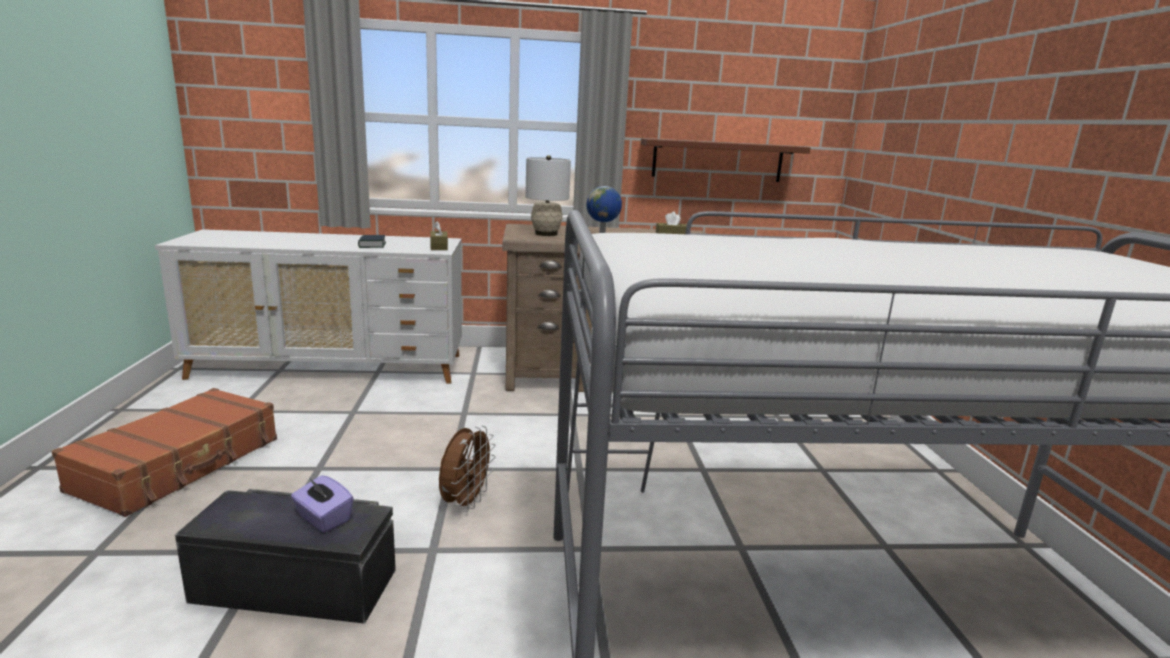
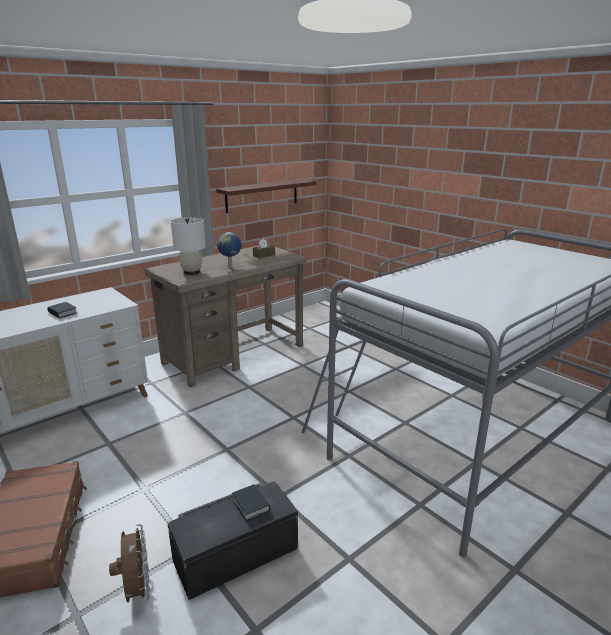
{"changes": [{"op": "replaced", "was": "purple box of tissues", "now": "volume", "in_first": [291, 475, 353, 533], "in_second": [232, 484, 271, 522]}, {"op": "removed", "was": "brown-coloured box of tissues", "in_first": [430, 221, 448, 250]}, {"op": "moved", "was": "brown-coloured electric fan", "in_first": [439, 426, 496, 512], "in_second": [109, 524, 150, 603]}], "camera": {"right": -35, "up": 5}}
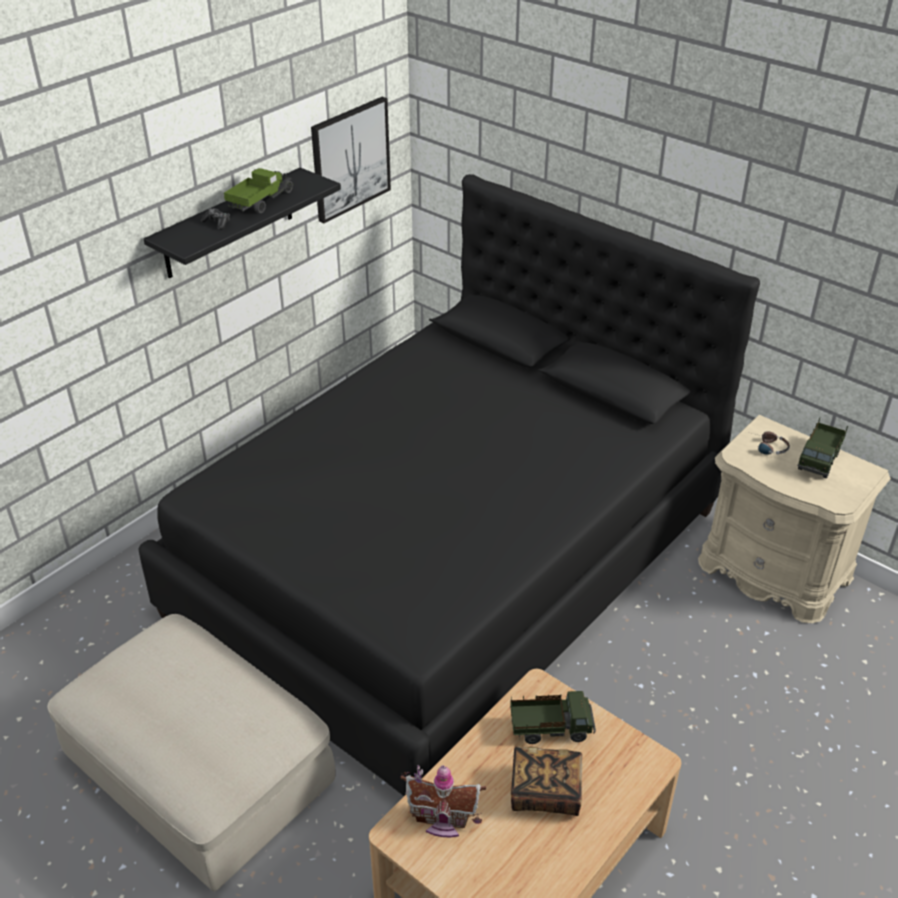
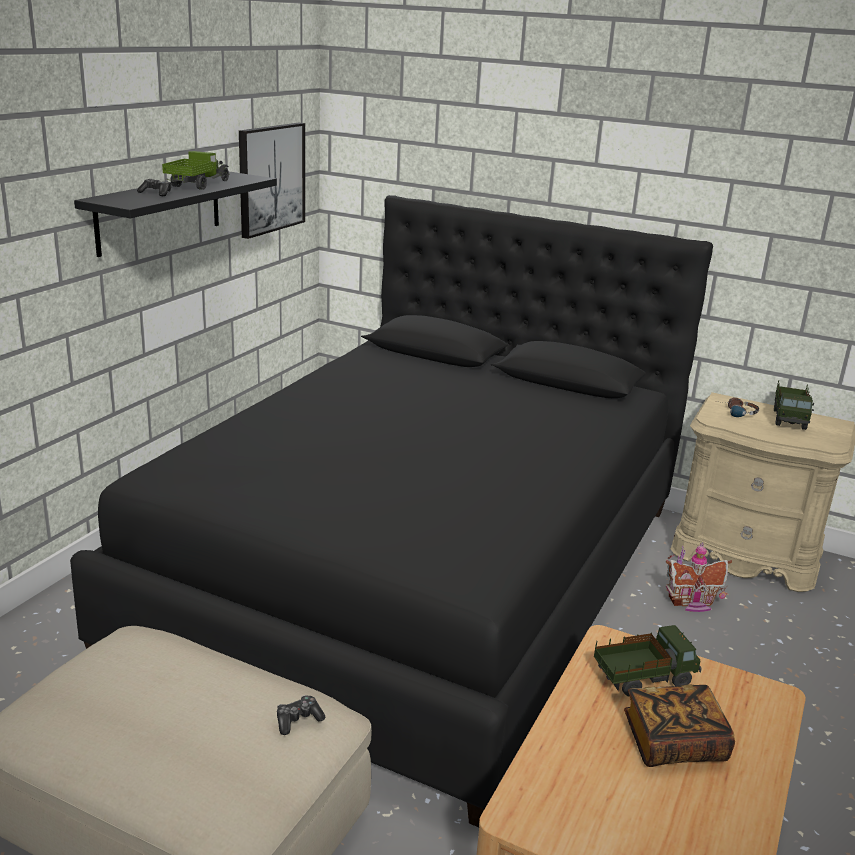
{"changes": [{"op": "moved", "was": "toy house", "in_first": [400, 765, 486, 837], "in_second": [666, 542, 732, 612]}, {"op": "added", "now": "game controller", "in_second": [277, 695, 325, 735]}], "camera": {"right": -15, "up": -15}}
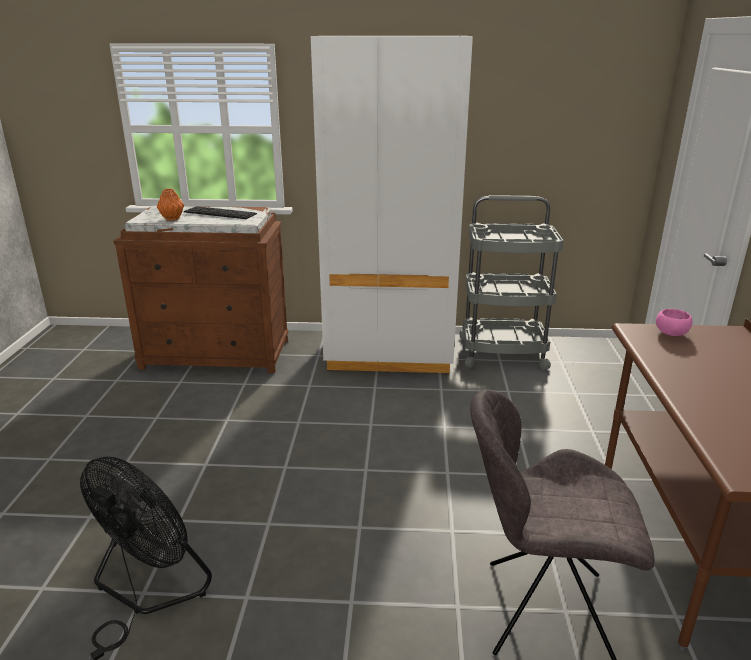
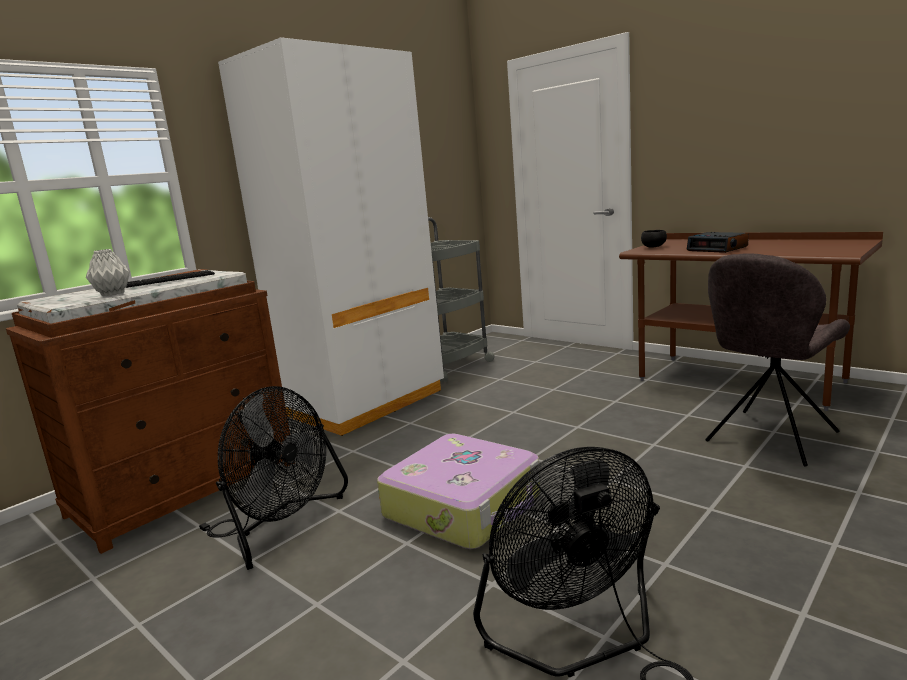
{"changes": [{"op": "recoloured", "was": "orange vase", "now": "grey vase", "in_first": [157, 189, 184, 221], "in_second": [86, 249, 130, 296]}, {"op": "recoloured", "was": "pink serving bowl", "now": "blackish serving bowl", "in_first": [656, 309, 692, 336], "in_second": [641, 230, 667, 248]}, {"op": "added", "now": "blackish electric fan", "in_second": [199, 386, 348, 570]}, {"op": "added", "now": "suitcase", "in_second": [377, 434, 541, 549]}, {"op": "added", "now": "bedside clock", "in_second": [687, 232, 749, 253]}], "camera": {"right": -50, "up": -10}}
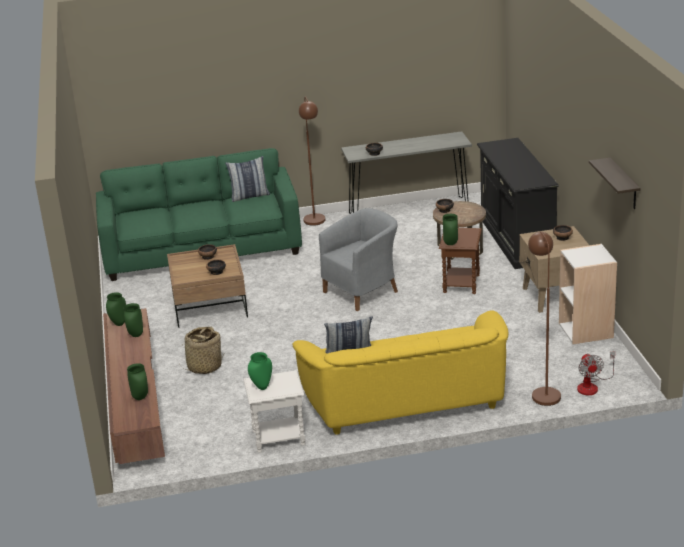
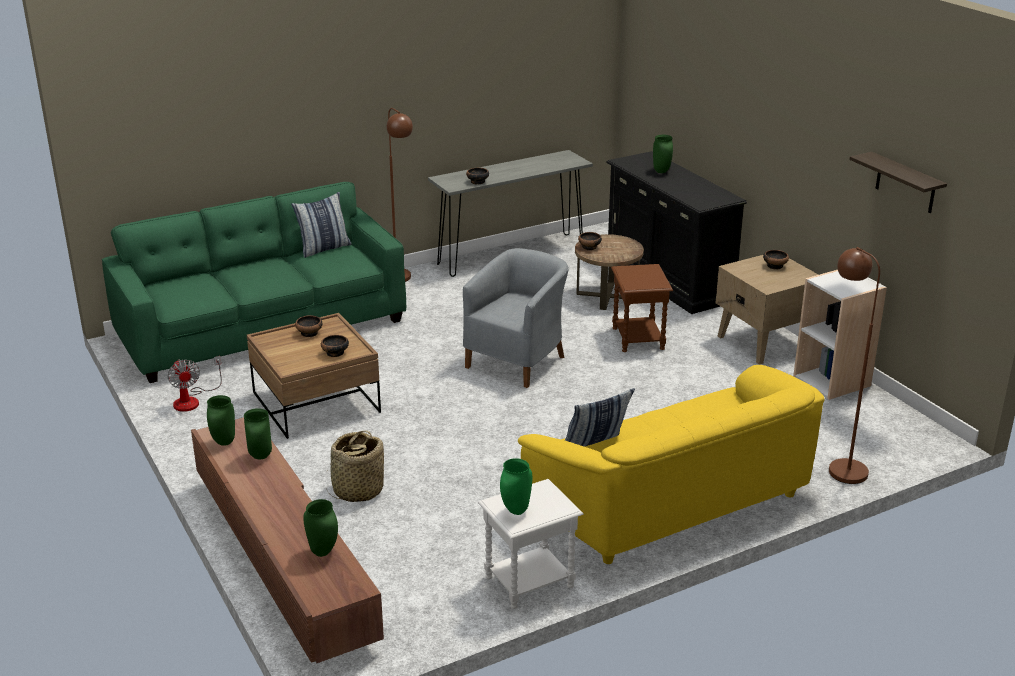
{"changes": [{"op": "moved", "was": "greenish vase", "in_first": [443, 214, 458, 245], "in_second": [653, 135, 673, 173]}, {"op": "moved", "was": "electric fan", "in_first": [577, 351, 615, 395], "in_second": [167, 356, 222, 412]}], "camera": {"right": -20, "up": 0}}
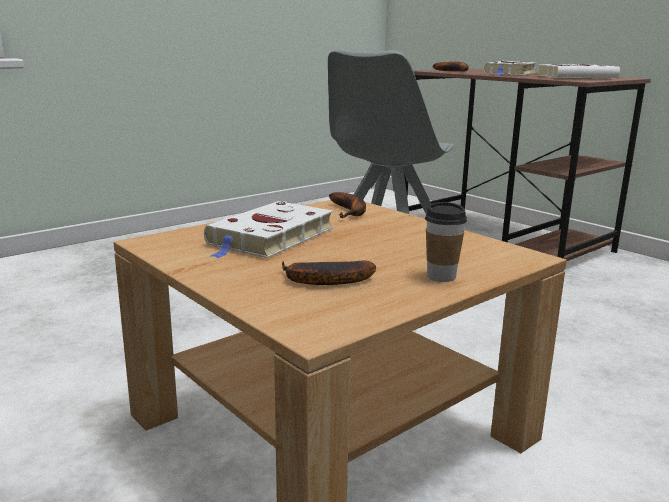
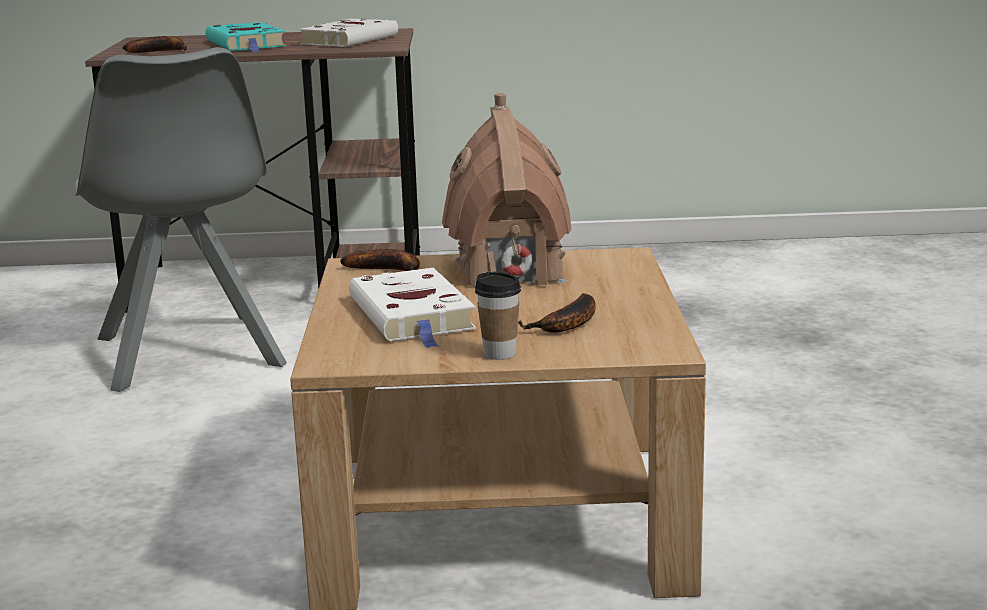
{"changes": [{"op": "moved", "was": "cup", "in_first": [425, 202, 467, 282], "in_second": [475, 272, 521, 360]}, {"op": "recoloured", "was": "white-coloured volume", "now": "turquoise-coloured volume", "in_first": [483, 61, 537, 75], "in_second": [206, 22, 286, 52]}, {"op": "added", "now": "toy house", "in_second": [442, 93, 572, 289]}], "camera": {"right": -50, "up": 0}}
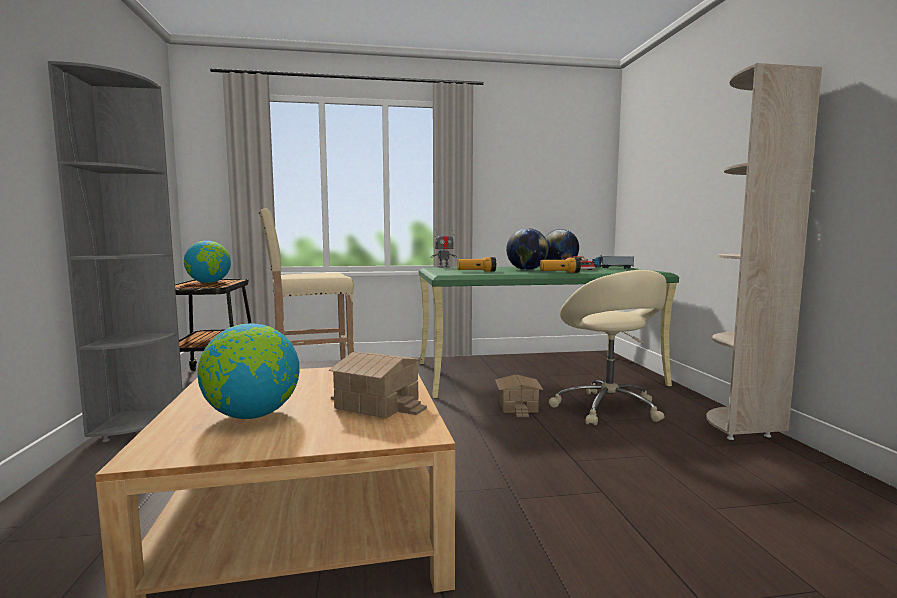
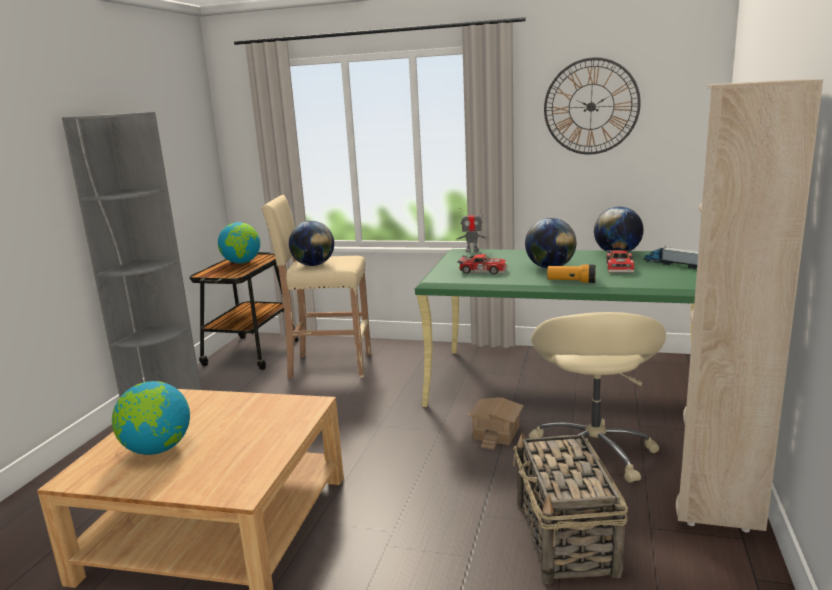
{"changes": [{"op": "removed", "was": "toy house", "in_first": [328, 352, 427, 418]}, {"op": "replaced", "was": "flashlight", "now": "miniature car", "in_first": [458, 257, 496, 272], "in_second": [457, 254, 508, 275]}, {"op": "added", "now": "desk globe", "in_second": [289, 221, 334, 266]}, {"op": "added", "now": "basket", "in_second": [513, 431, 628, 584]}, {"op": "added", "now": "clock on the wall", "in_second": [544, 58, 641, 154]}], "camera": {"right": 25, "up": 10}}
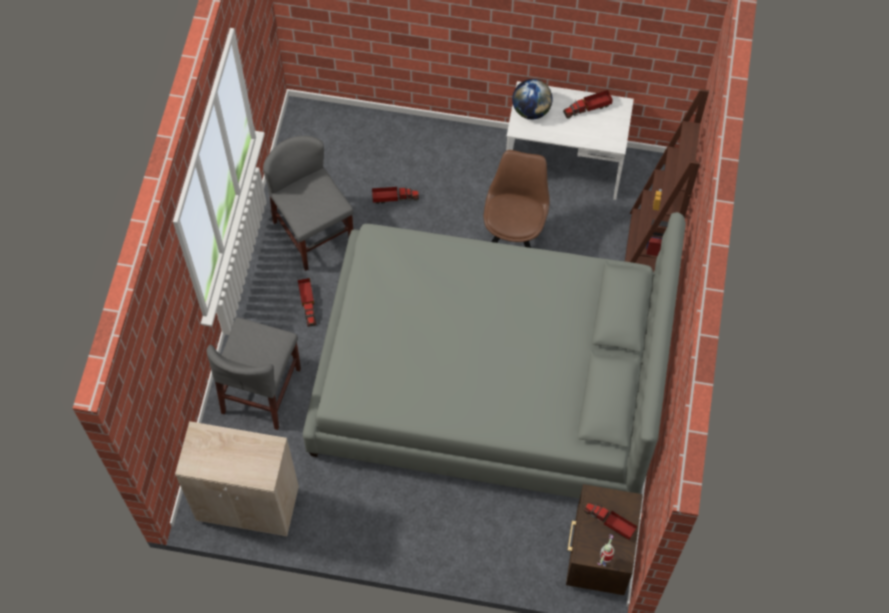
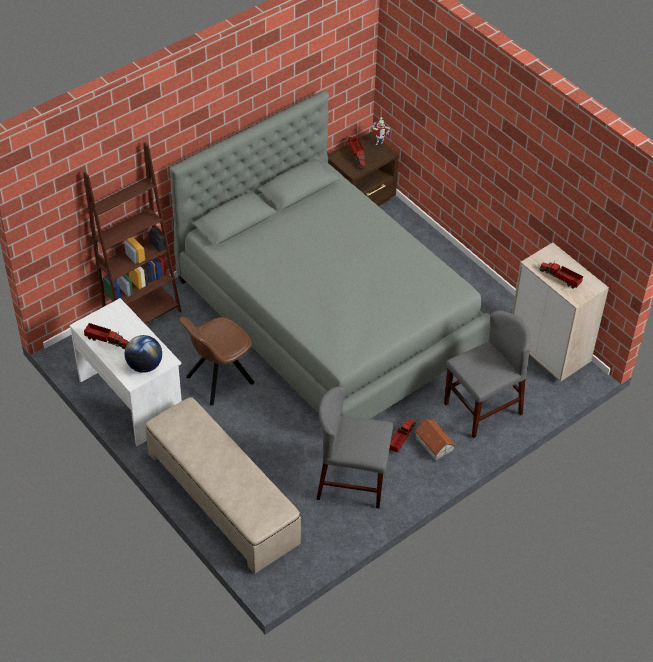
{"changes": [{"op": "turned", "was": "grey upright chair", "in_first": [263, 136, 353, 271], "in_second": [317, 386, 393, 508], "clockwise": 90}, {"op": "moved", "was": "model truck", "in_first": [372, 186, 419, 204], "in_second": [539, 263, 583, 289]}, {"op": "added", "now": "beige-coloured long seat", "in_second": [145, 397, 301, 574]}, {"op": "added", "now": "toy house", "in_second": [415, 418, 456, 462]}], "camera": {"right": -140, "up": -15}}
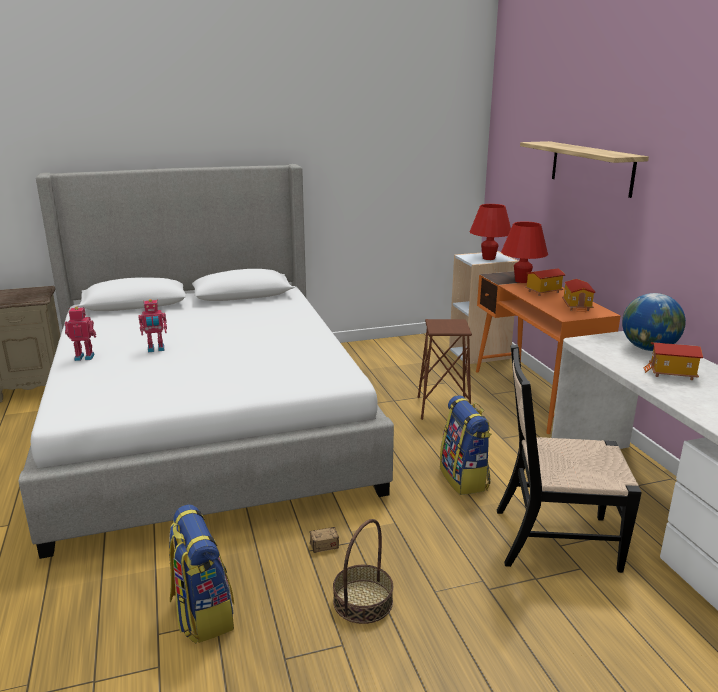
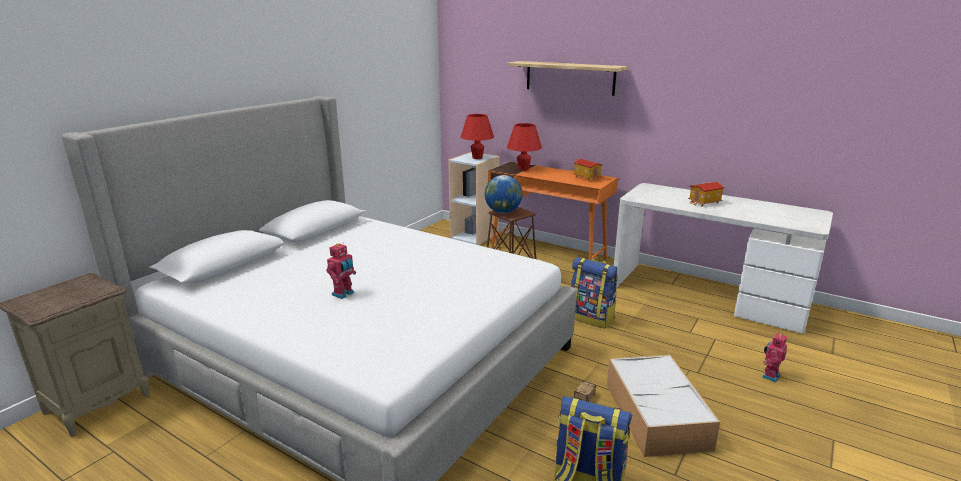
{"changes": [{"op": "moved", "was": "toy robot", "in_first": [65, 306, 96, 361], "in_second": [762, 333, 787, 382]}, {"op": "replaced", "was": "basket", "now": "storage container", "in_first": [333, 519, 393, 624], "in_second": [607, 355, 720, 457]}, {"op": "removed", "was": "upright chair", "in_first": [497, 345, 642, 573]}, {"op": "removed", "was": "toy house", "in_first": [525, 268, 566, 296]}, {"op": "moved", "was": "desk globe", "in_first": [622, 293, 686, 351], "in_second": [485, 175, 523, 213]}], "camera": {"right": -40, "up": 0}}
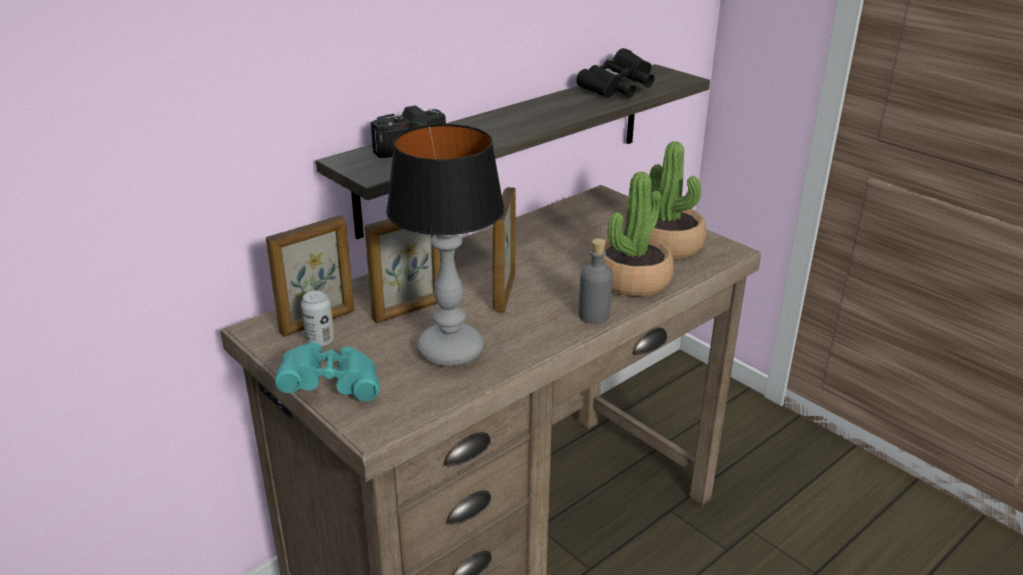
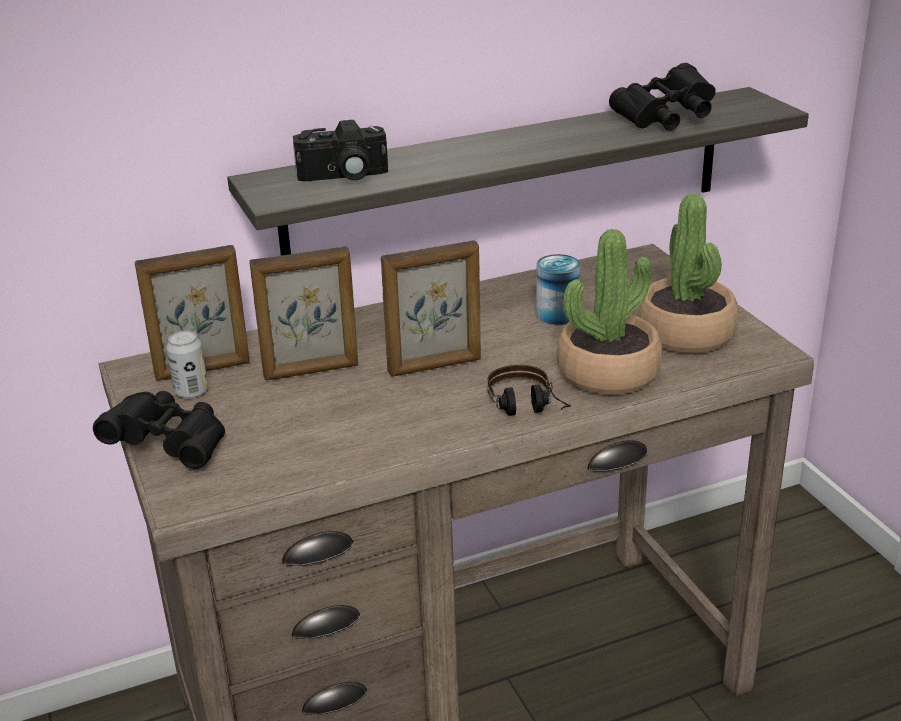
{"changes": [{"op": "recoloured", "was": "turquoise-coloured pair of binoculars", "now": "blackish pair of binoculars", "in_first": [275, 342, 379, 402], "in_second": [93, 391, 225, 469]}, {"op": "removed", "was": "tabletop lamp", "in_first": [386, 124, 505, 367]}, {"op": "turned", "was": "picture frame", "in_first": [493, 187, 516, 312], "in_second": [381, 240, 481, 377], "clockwise": -135}, {"op": "replaced", "was": "grey bottle", "now": "pair of headphones", "in_first": [578, 238, 613, 324], "in_second": [487, 365, 571, 416]}, {"op": "added", "now": "metal can", "in_second": [536, 254, 580, 325]}], "camera": {"right": 20, "up": 0}}
